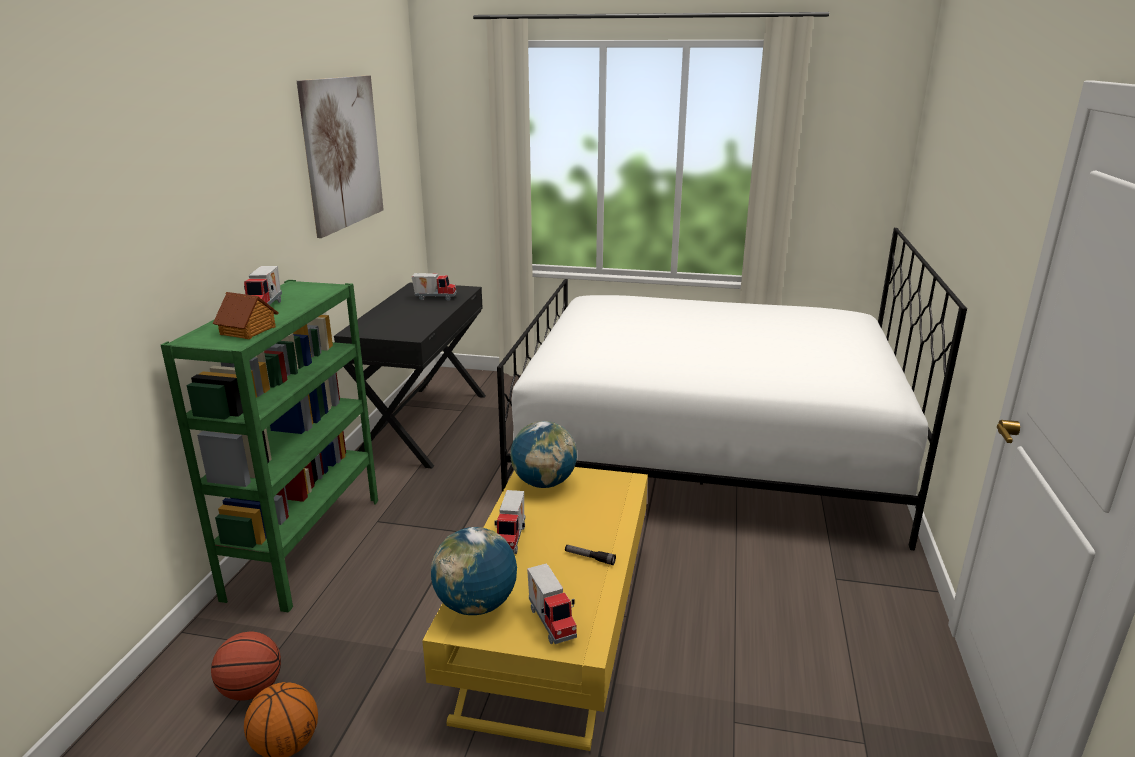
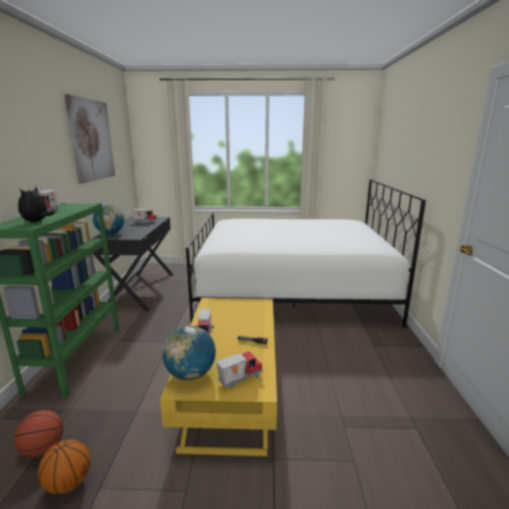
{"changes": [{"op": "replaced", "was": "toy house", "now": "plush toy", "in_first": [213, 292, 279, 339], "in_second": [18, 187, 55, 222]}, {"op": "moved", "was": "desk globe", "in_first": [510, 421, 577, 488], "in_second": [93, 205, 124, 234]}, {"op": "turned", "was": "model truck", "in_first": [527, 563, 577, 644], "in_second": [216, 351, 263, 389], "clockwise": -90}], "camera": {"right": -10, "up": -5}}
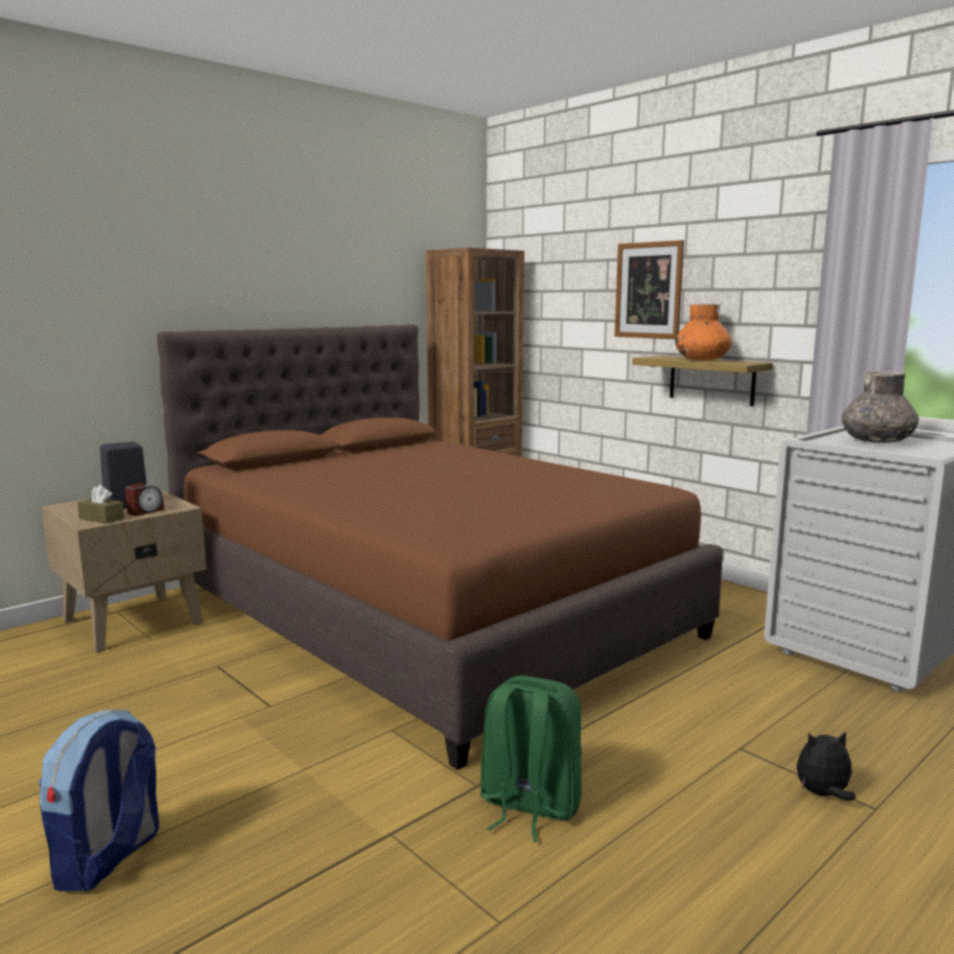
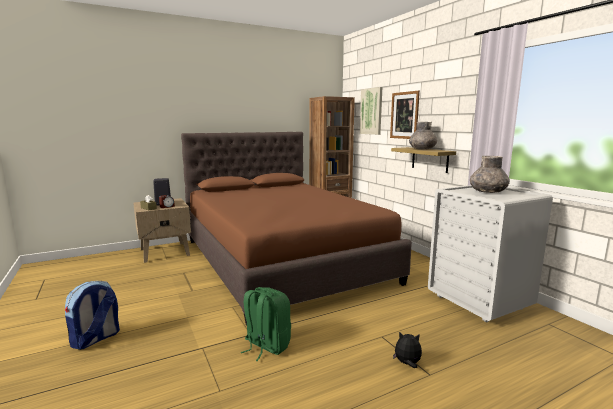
{"changes": [{"op": "recoloured", "was": "orange vase", "now": "grey vase", "in_first": [675, 304, 732, 360], "in_second": [409, 122, 437, 150]}, {"op": "added", "now": "wall picture", "in_second": [360, 87, 382, 135]}], "camera": {"right": 15, "up": 0}}
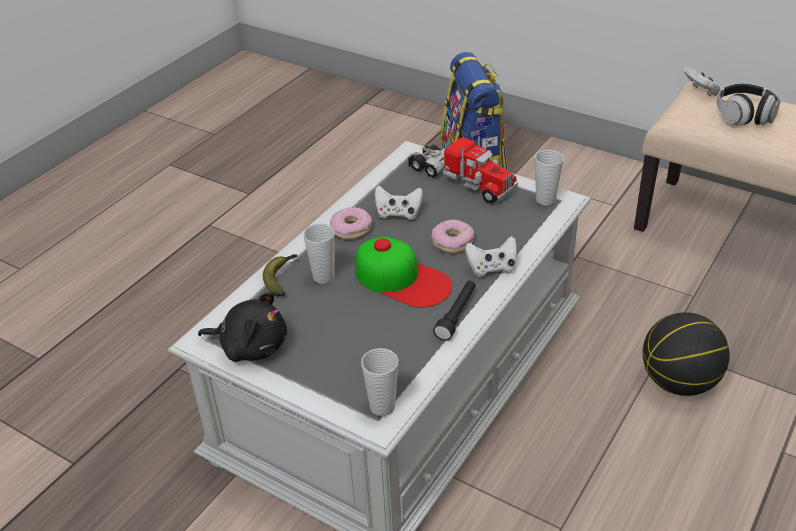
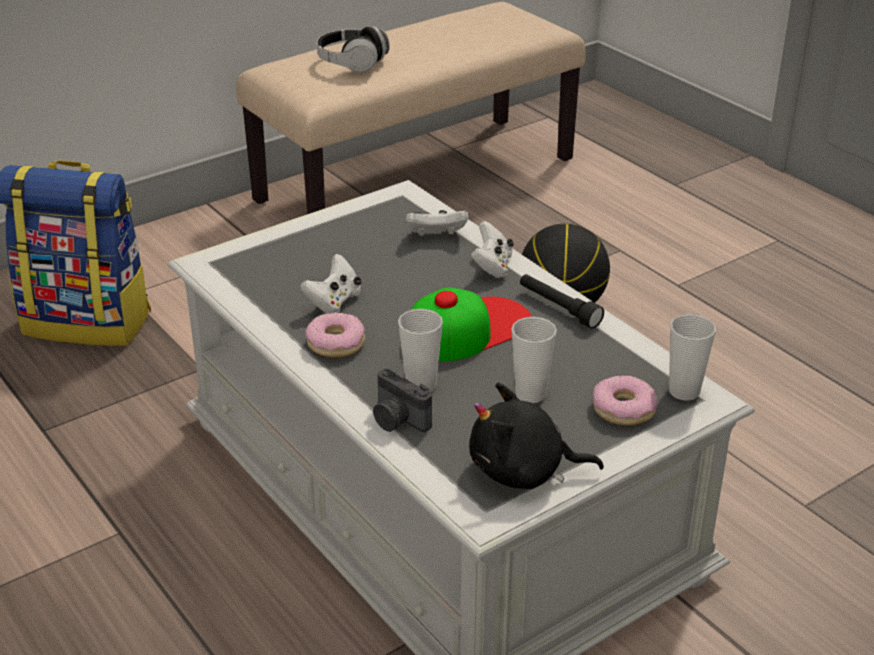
{"changes": [{"op": "turned", "was": "blackish plush toy", "in_first": [198, 292, 287, 362], "in_second": [469, 383, 604, 489], "clockwise": -120}, {"op": "replaced", "was": "banana", "now": "still camera", "in_first": [263, 254, 297, 296], "in_second": [373, 369, 432, 432]}, {"op": "removed", "was": "model truck", "in_first": [408, 136, 518, 204]}, {"op": "moved", "was": "ring doughnut", "in_first": [432, 219, 474, 253], "in_second": [593, 375, 657, 425]}, {"op": "moved", "was": "cup", "in_first": [535, 150, 564, 206], "in_second": [512, 316, 557, 403]}, {"op": "moved", "was": "white-coloured game controller", "in_first": [683, 66, 721, 96], "in_second": [406, 210, 469, 236]}], "camera": {"right": -70, "up": -5}}
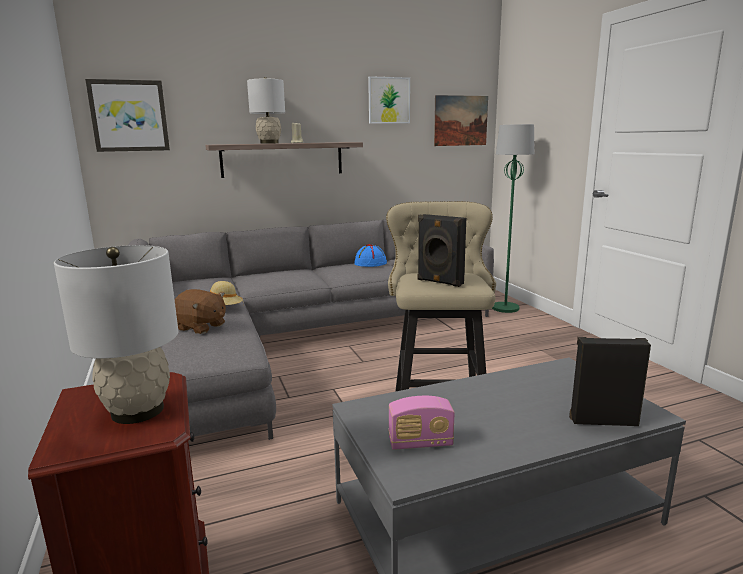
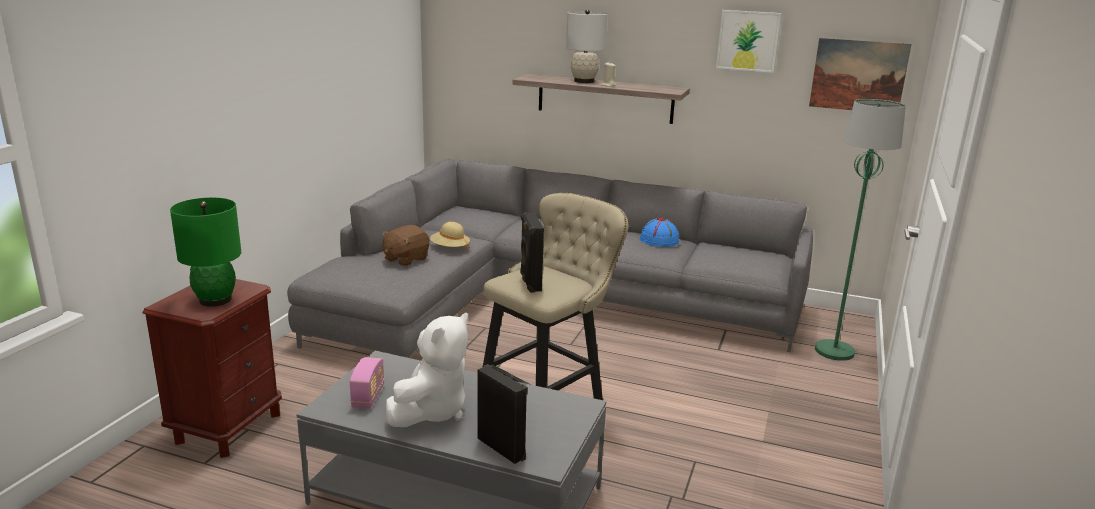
{"changes": [{"op": "recoloured", "was": "white-coloured tabletop lamp", "now": "greenish tabletop lamp", "in_first": [54, 245, 179, 424], "in_second": [170, 198, 241, 307]}, {"op": "removed", "was": "wall picture", "in_first": [85, 79, 170, 152]}, {"op": "turned", "was": "brown-coloured plush toy", "in_first": [175, 289, 226, 334], "in_second": [382, 225, 430, 266], "clockwise": 60}, {"op": "turned", "was": "radio", "in_first": [388, 396, 455, 450], "in_second": [350, 357, 384, 409], "clockwise": -120}, {"op": "added", "now": "white-coloured plush toy", "in_second": [385, 313, 468, 427]}], "camera": {"right": 40, "up": 5}}
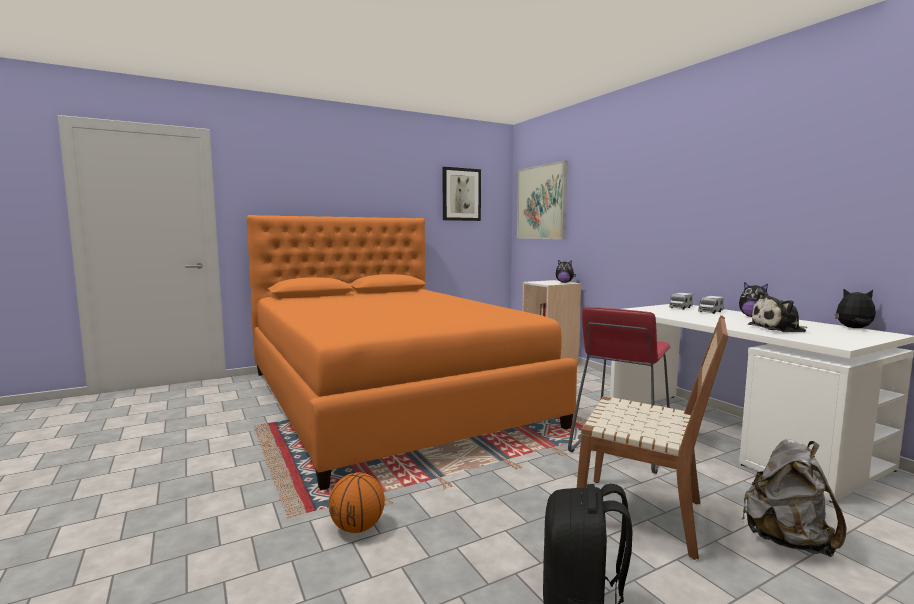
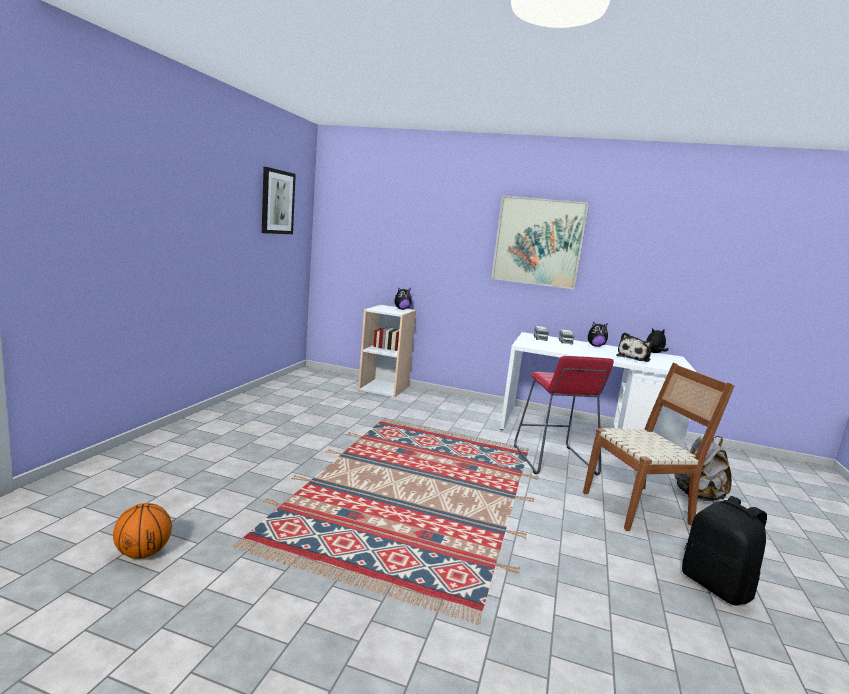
{"changes": [{"op": "removed", "was": "orange bedroom bed", "in_first": [247, 215, 577, 490]}, {"op": "moved", "was": "basketball ball", "in_first": [328, 472, 385, 533], "in_second": [113, 503, 172, 559]}, {"op": "moved", "was": "wall picture", "in_first": [517, 161, 567, 239], "in_second": [491, 195, 589, 290]}], "camera": {"right": -45, "up": 5}}
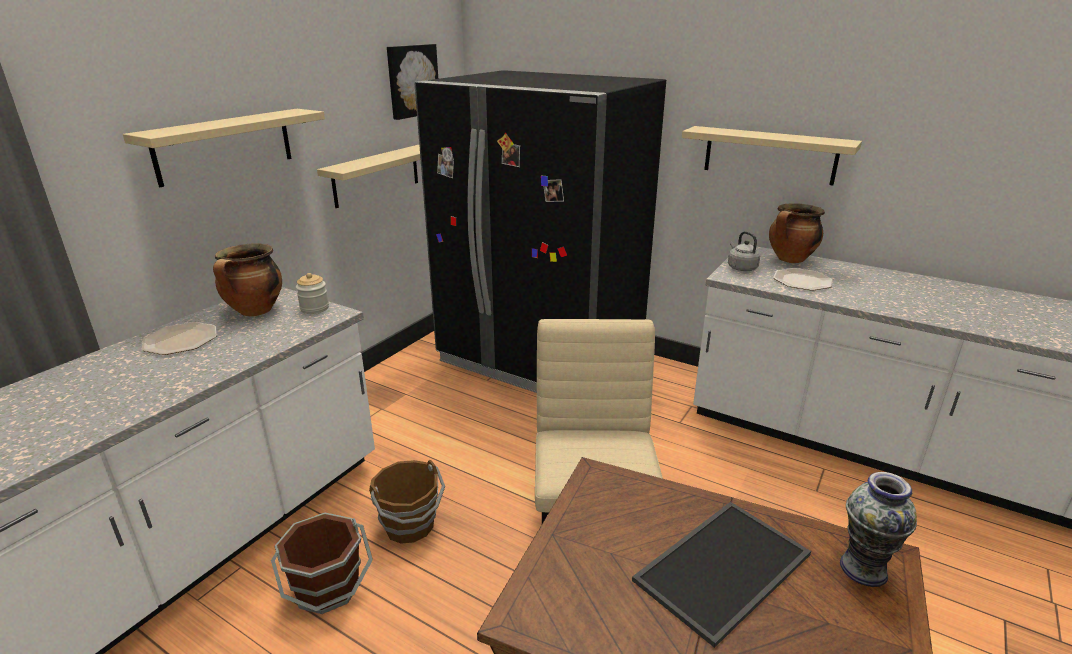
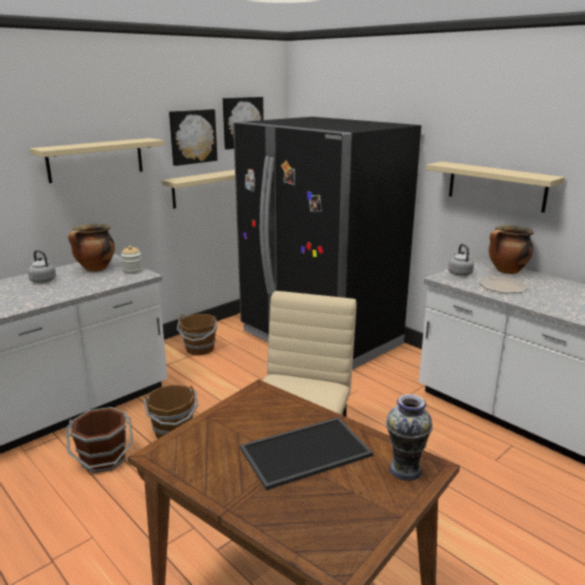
{"changes": [{"op": "replaced", "was": "dinner plate", "now": "grey tea kettle", "in_first": [142, 322, 217, 355], "in_second": [28, 250, 56, 283]}, {"op": "added", "now": "wall picture", "in_second": [169, 109, 217, 166]}, {"op": "added", "now": "brown-coloured bucket", "in_second": [177, 314, 217, 355]}], "camera": {"right": 15, "up": -5}}
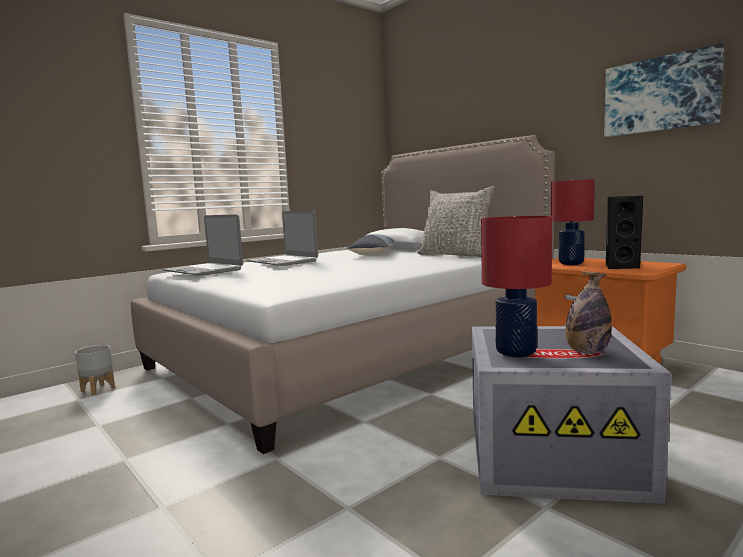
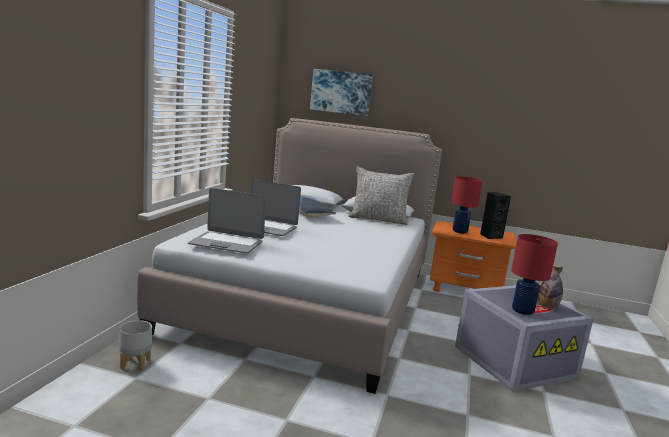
{"changes": [{"op": "moved", "was": "wall picture", "in_first": [604, 43, 724, 137], "in_second": [310, 69, 373, 116]}], "camera": {"right": -35, "up": 5}}
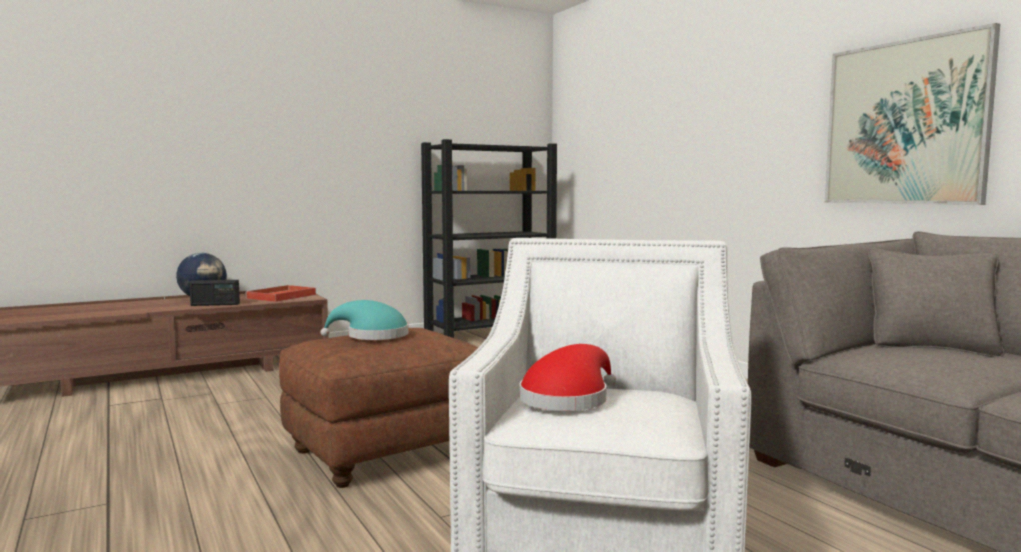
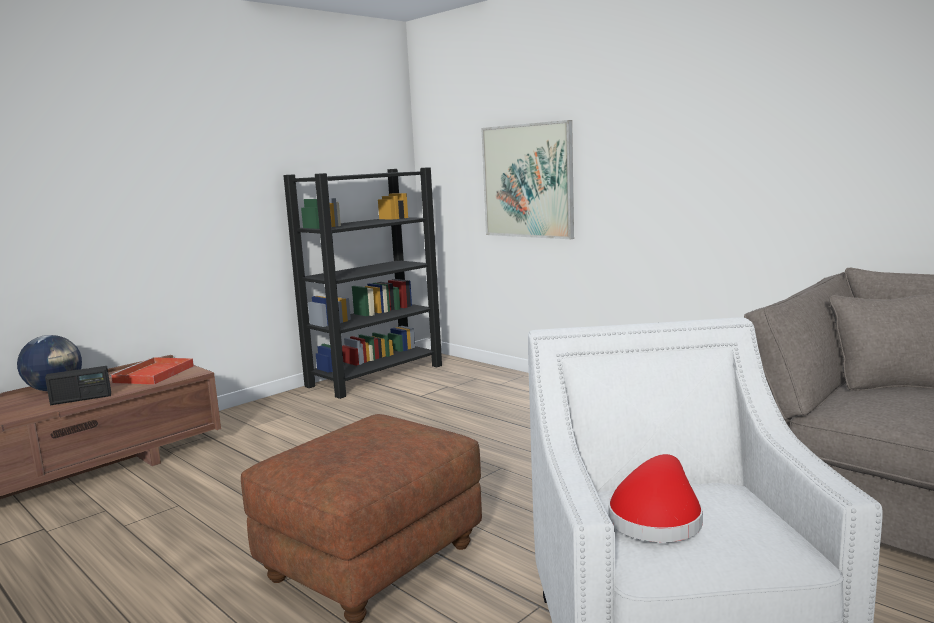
{"changes": [{"op": "removed", "was": "turquoise-coloured hat", "in_first": [321, 300, 409, 340]}, {"op": "moved", "was": "wall picture", "in_first": [825, 23, 1000, 205], "in_second": [481, 120, 574, 239]}], "camera": {"right": -15, "up": 5}}
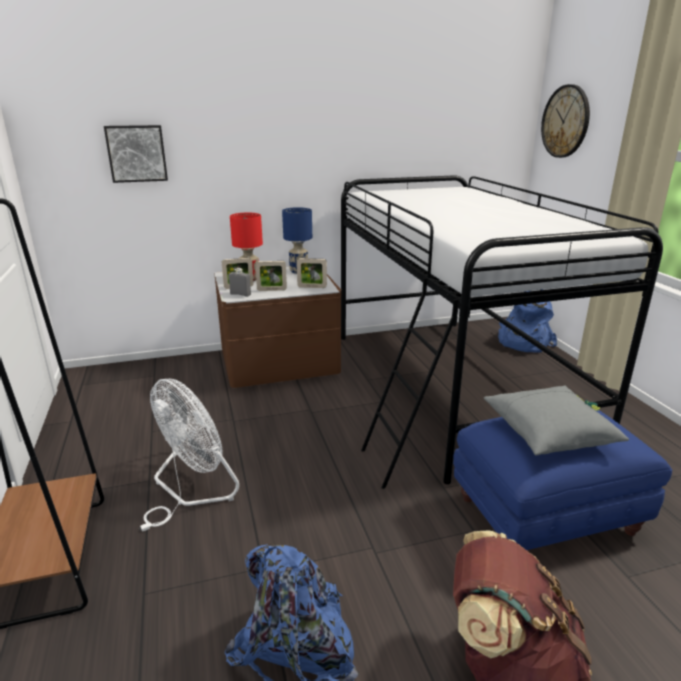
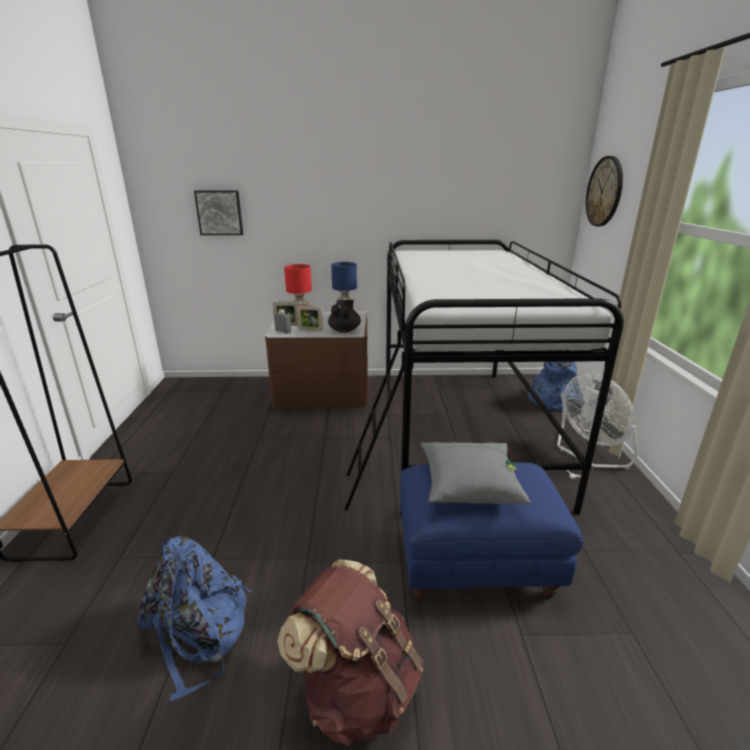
{"changes": [{"op": "moved", "was": "white-coloured electric fan", "in_first": [138, 379, 239, 532], "in_second": [557, 373, 638, 479]}, {"op": "replaced", "was": "picture frame", "now": "blackish tea pot", "in_first": [297, 258, 327, 288], "in_second": [328, 300, 361, 333]}], "camera": {"right": 15, "up": 0}}
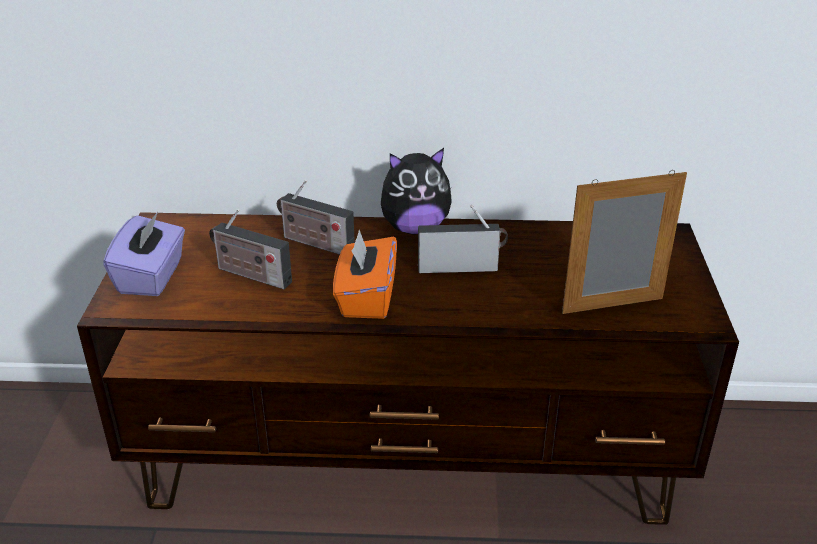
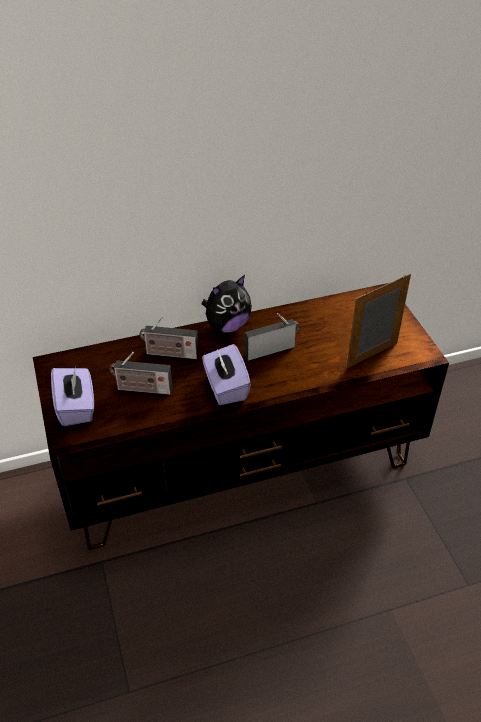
{"changes": [{"op": "recoloured", "was": "orange box of tissues", "now": "purple box of tissues", "in_first": [333, 230, 397, 319], "in_second": [202, 344, 251, 405]}], "camera": {"right": -20, "up": 10}}
